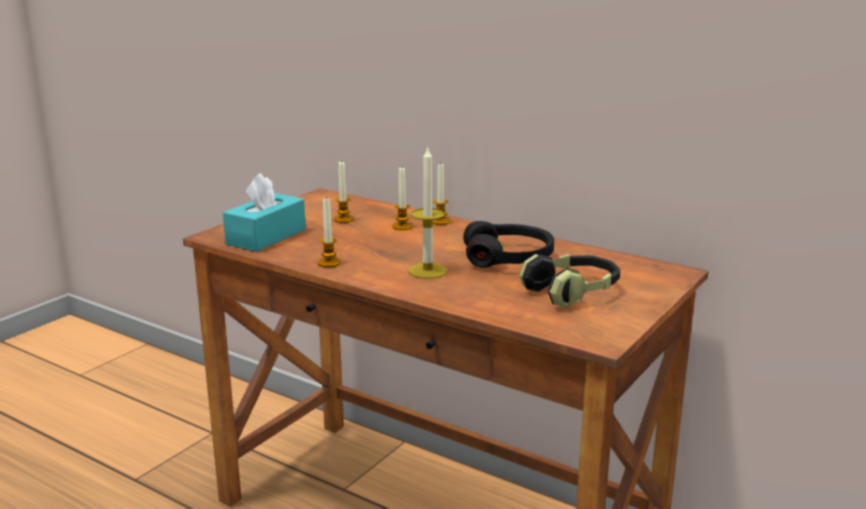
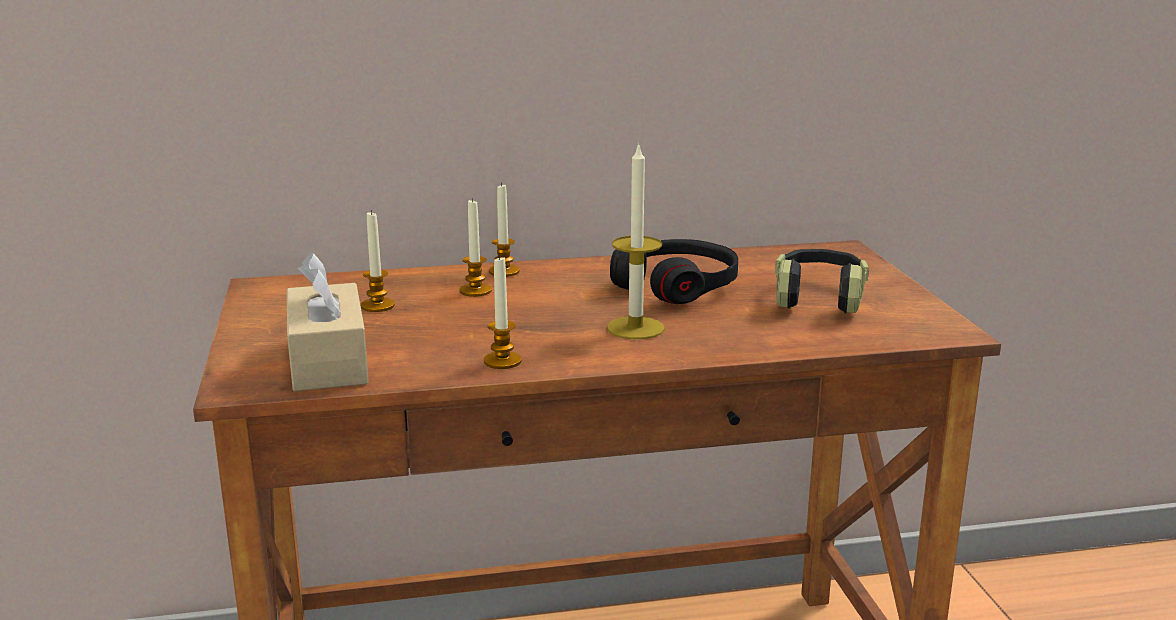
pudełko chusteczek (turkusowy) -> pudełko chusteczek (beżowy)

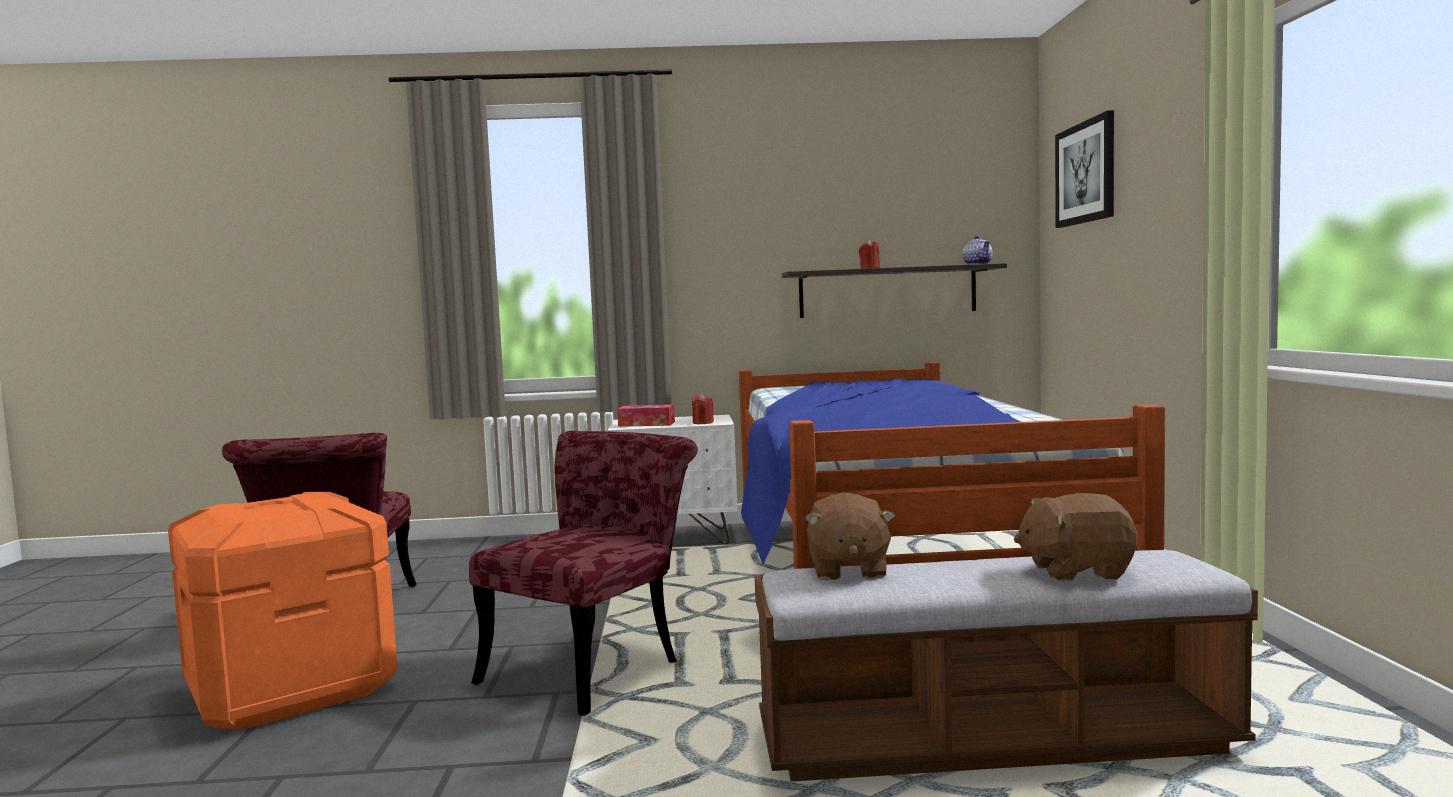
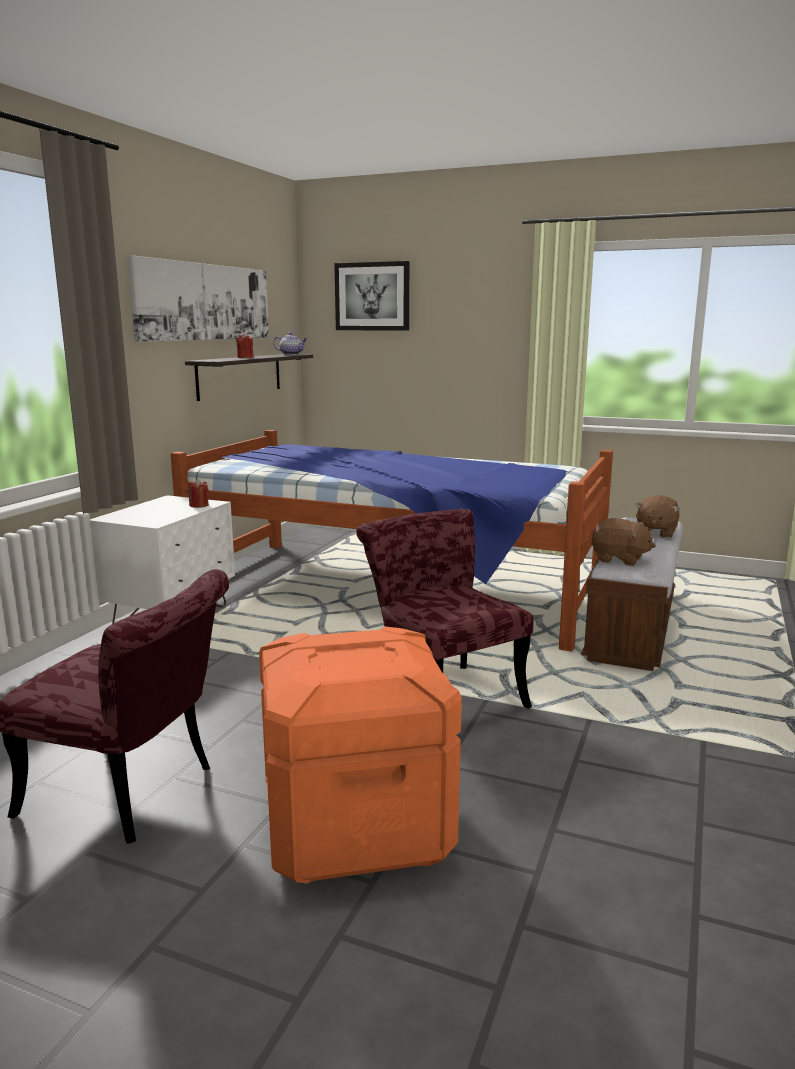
pudełko chusteczek -> none
none -> obraz (no. 1 from left)

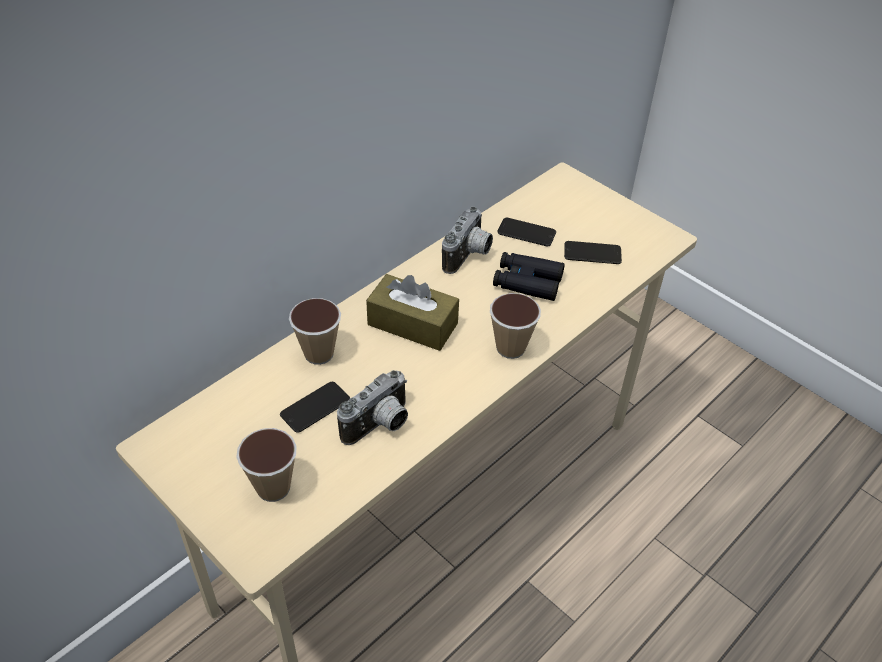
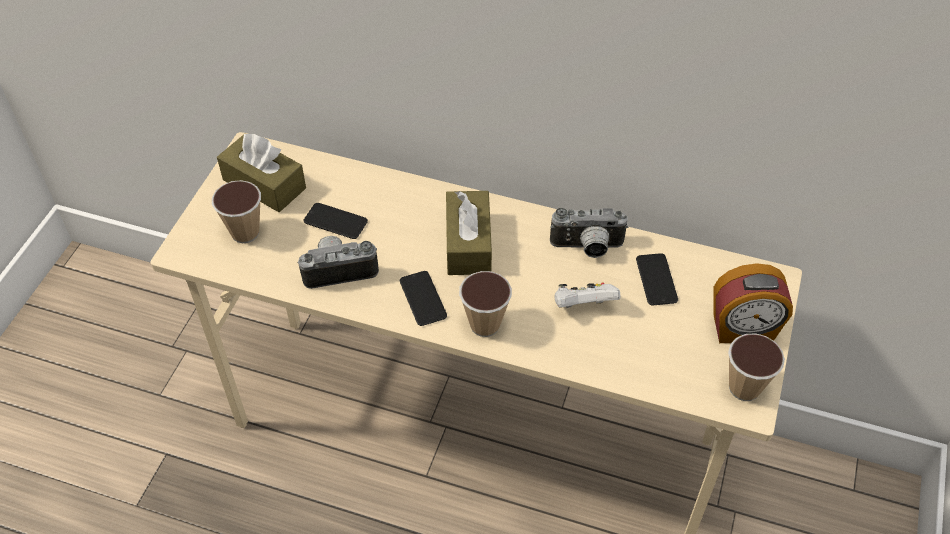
none -> pudełko chusteczek (brązowy) (no. 1 from left)
none -> budzik
filiżanka (no. 2 from left in the first image) -> filiżanka (no. 3 from left), shifted
telefon (no. 3 from left in the first image) -> telefon (no. 2 from left), shifted
lornetka (czarny) -> pad do gier (biały)
aparat fotograficzny (no. 1 from left), 150 degrees clockwise

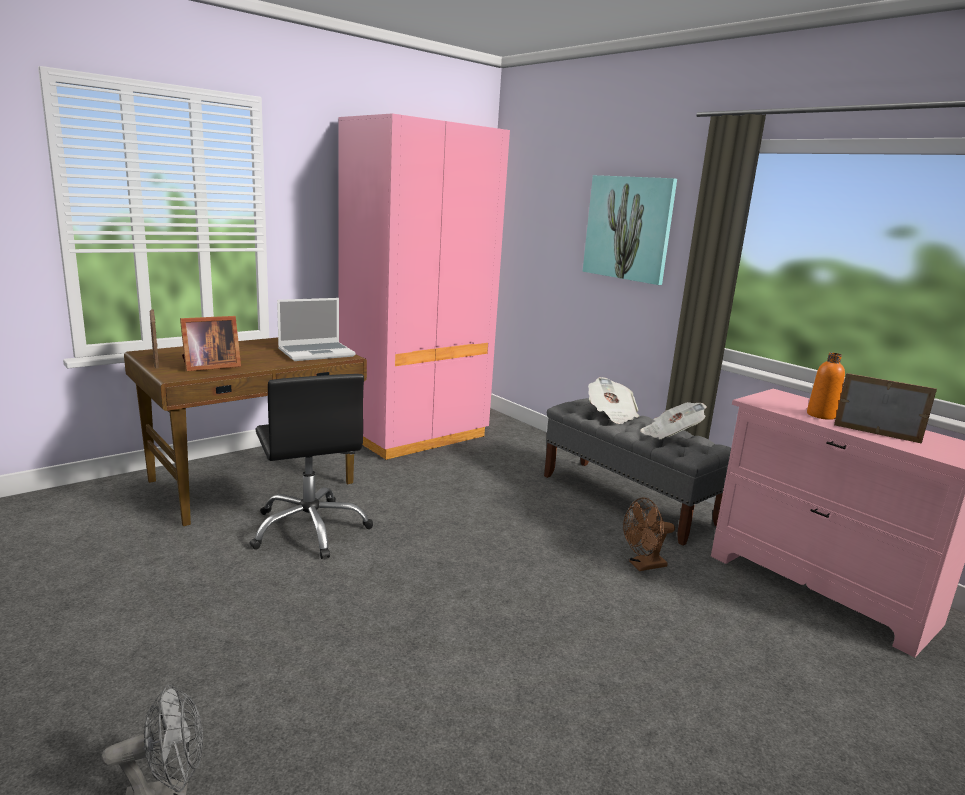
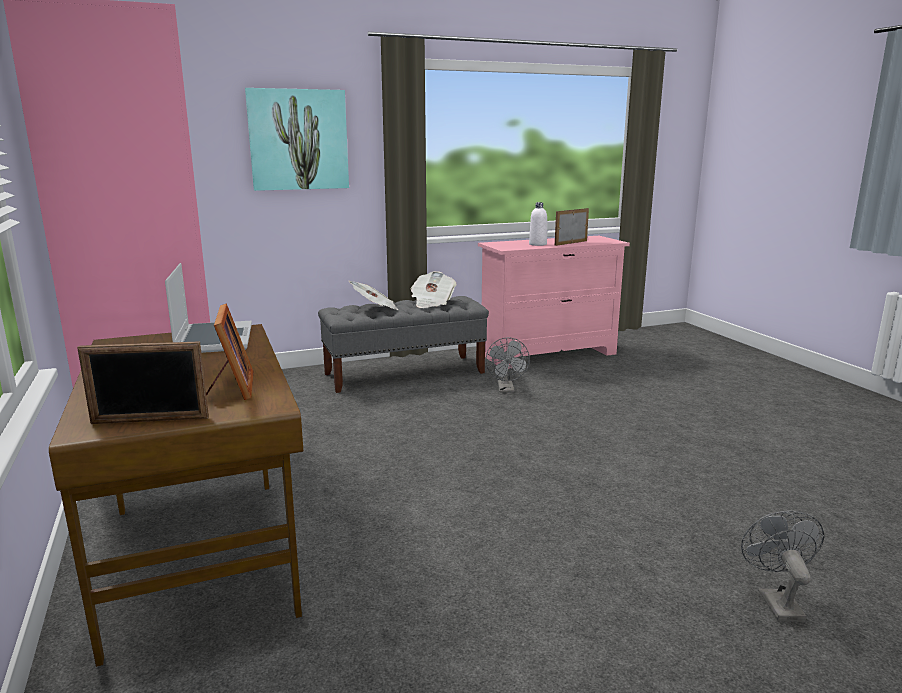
krzesło biurowe (czarny) -> none
wentylator (brązowy) -> wentylator (szary) (no. 1 from left)
butelka (pomarańczowy) -> butelka (biały)

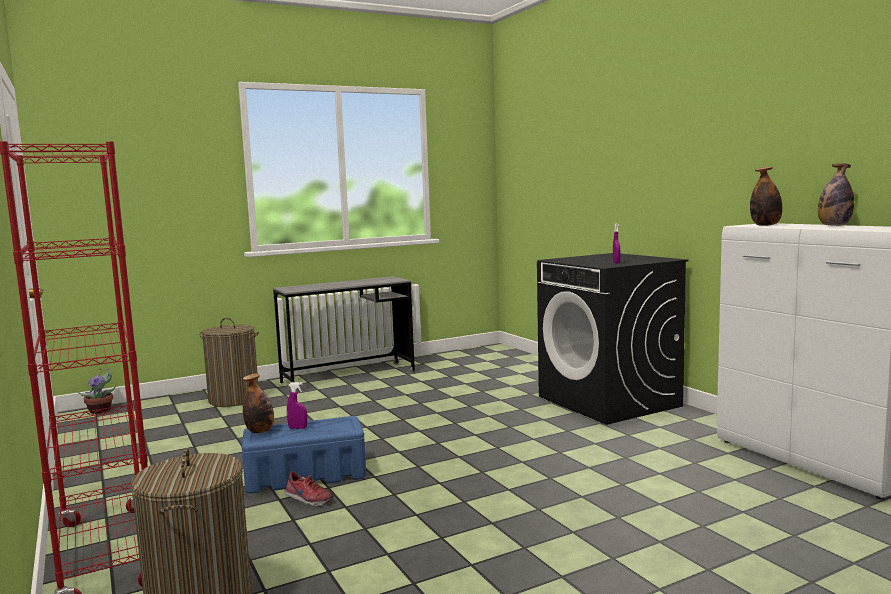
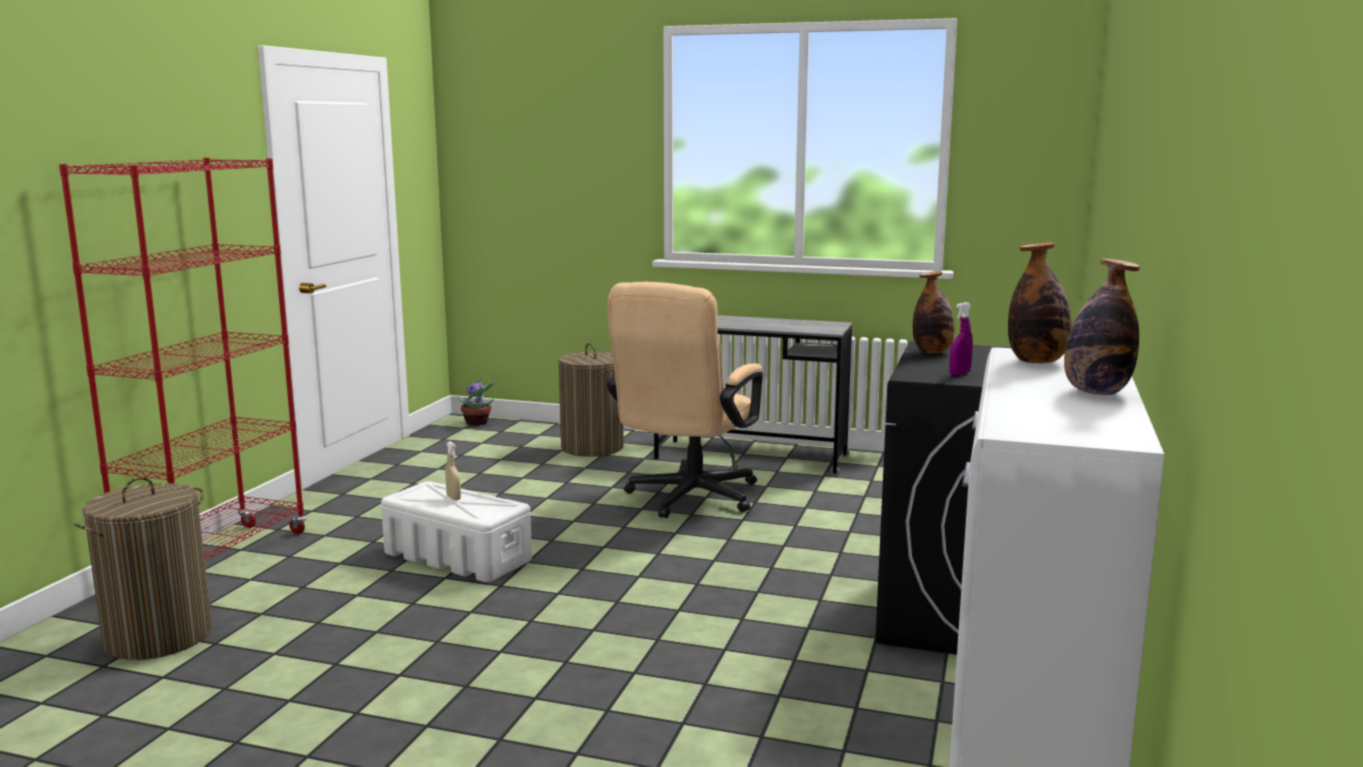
but -> none
none -> krzesło biurowe (beżowy)
butelka (no. 1 from left), shifted
pojemnik do przechowywania (niebieski) -> pojemnik do przechowywania (biały)
spryskiwacz (fioletowy) (no. 1 from left) -> spryskiwacz (beżowy)

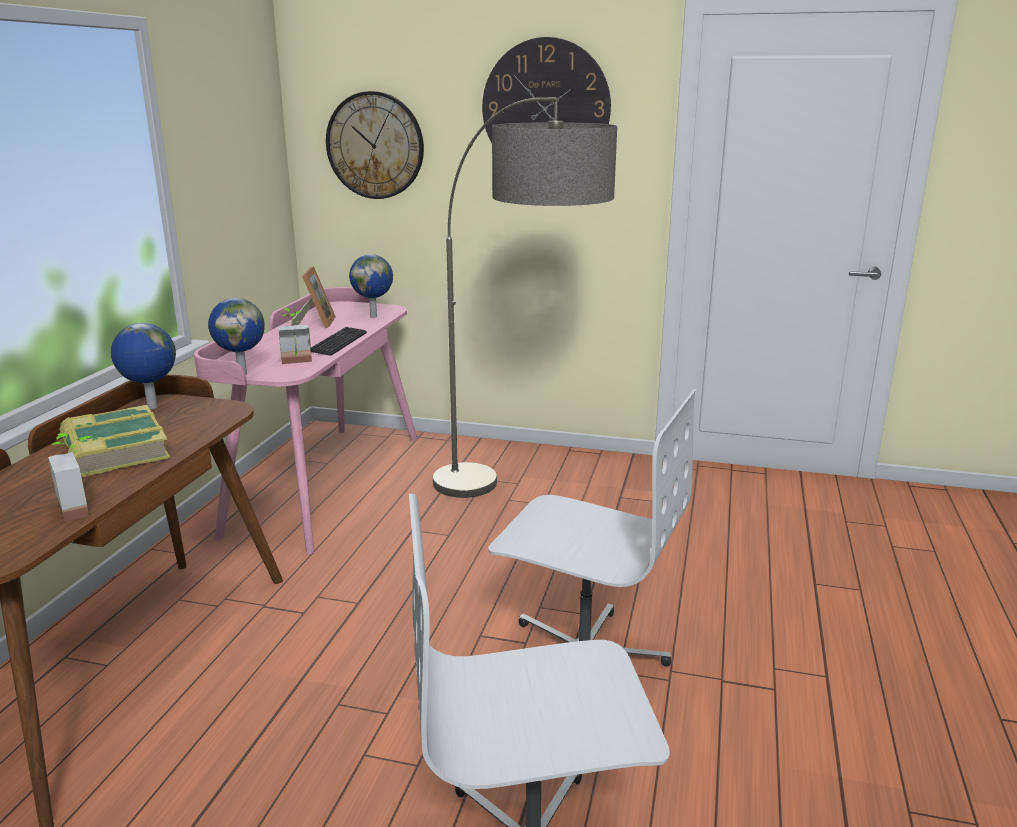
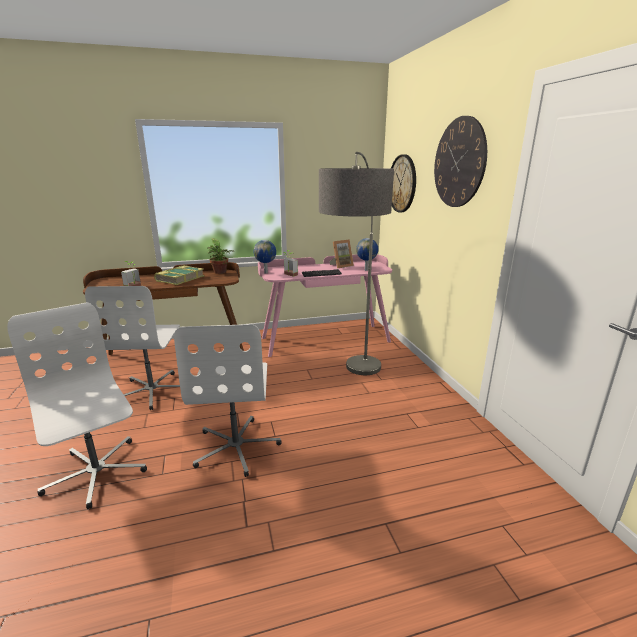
none -> krzesło biurowe (biały) (no. 2 from left)
globus (no. 1 from left) -> roślina doniczkowa (no. 2 from left)

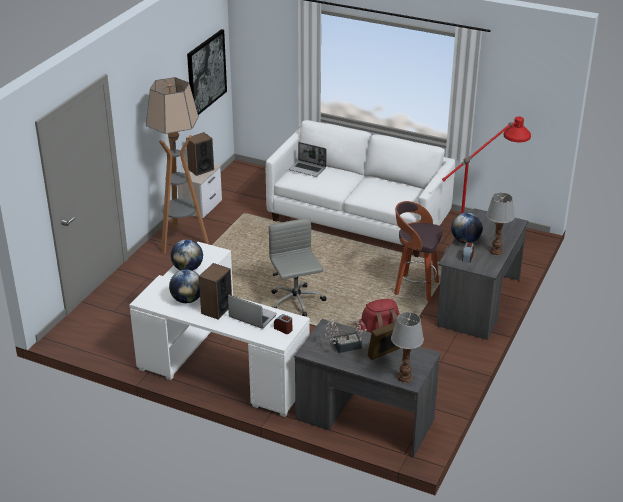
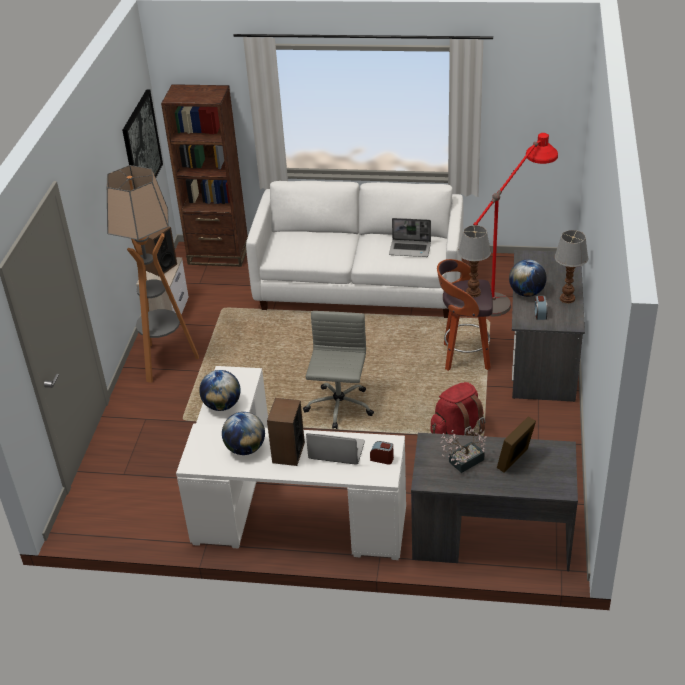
none -> regał (brązowy)
laptop (no. 2 from left), shifted
lampa stołowa (no. 1 from left), shifted
krzesło biurowe (szary), 45 degrees clockwise

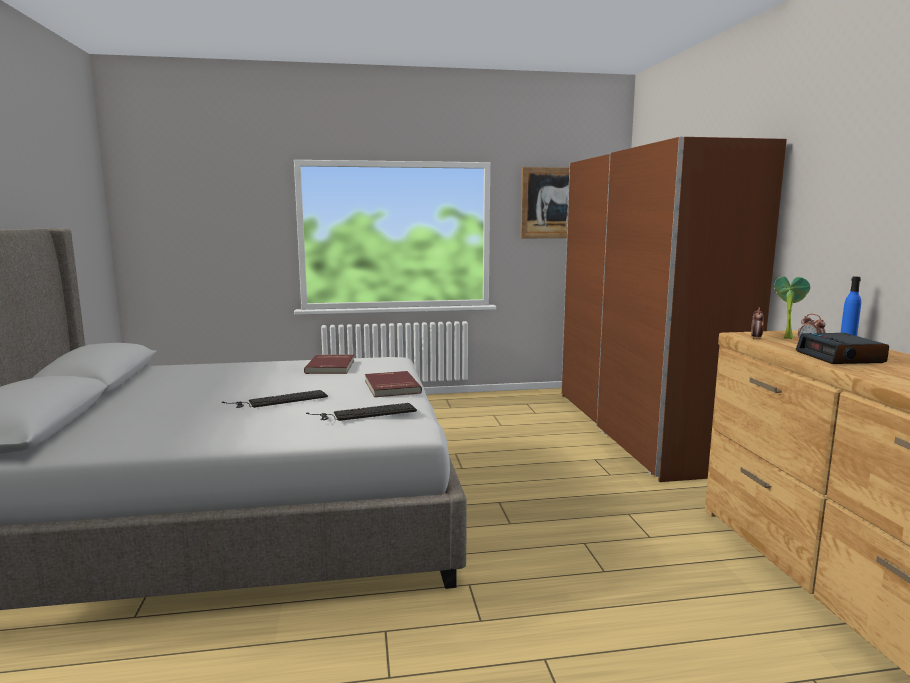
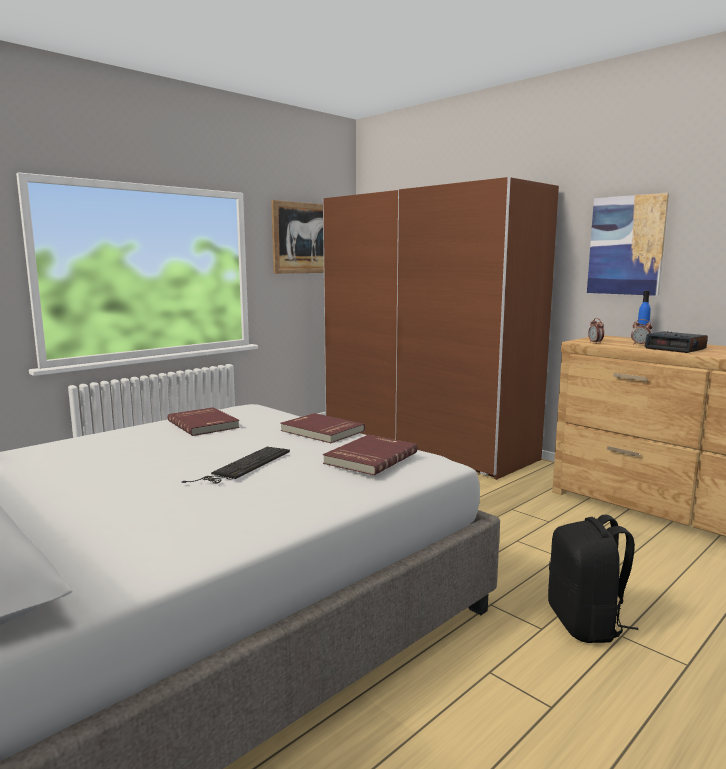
roślina doniczkowa -> none
none -> plecak (czarny)
none -> obraz (no. 2 from left)
klawiatura (no. 2 from left) -> książka (czerwony) (no. 3 from left)

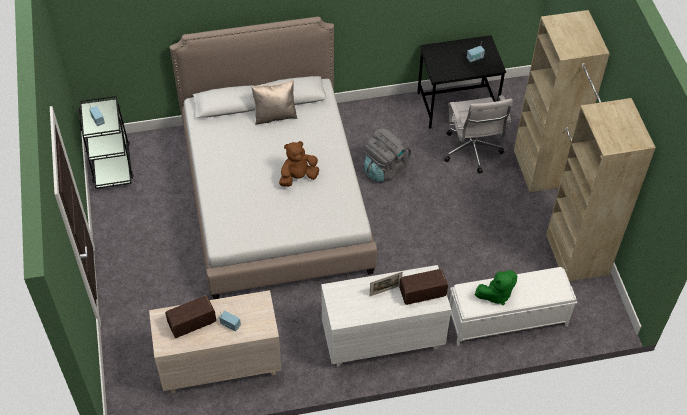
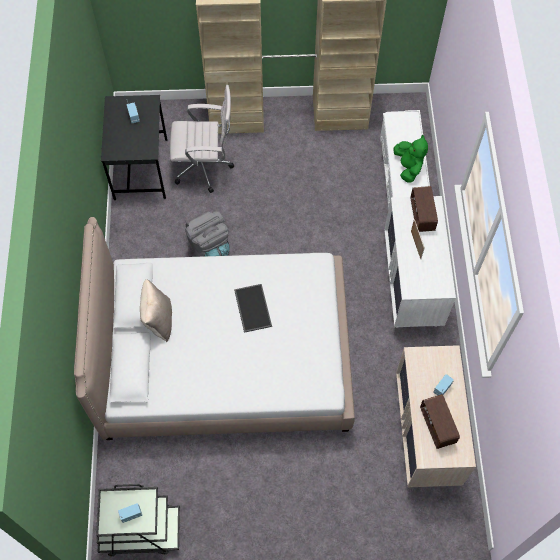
pluszak (brązowy) -> taca

